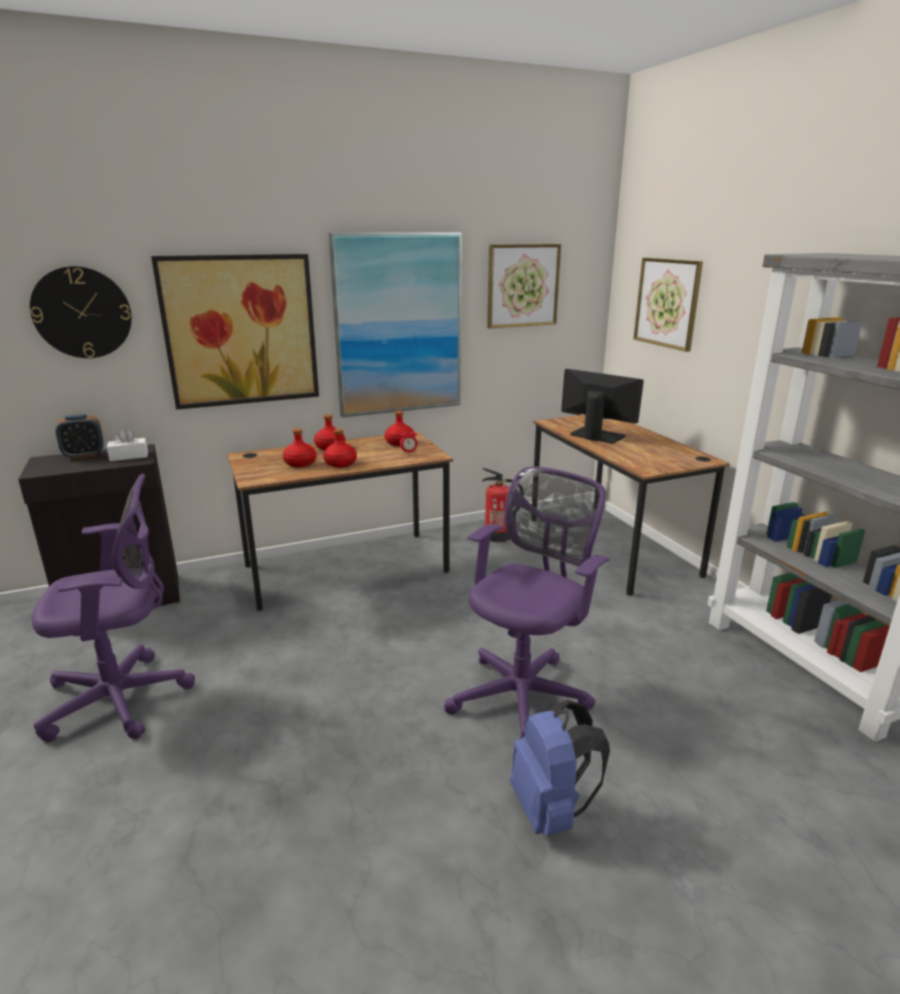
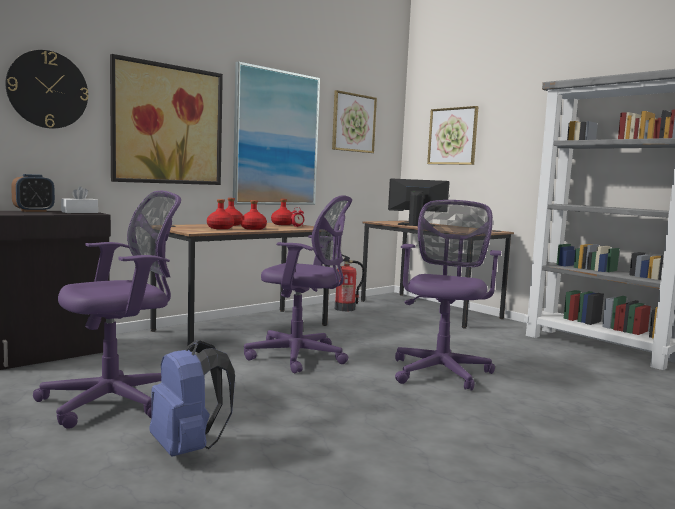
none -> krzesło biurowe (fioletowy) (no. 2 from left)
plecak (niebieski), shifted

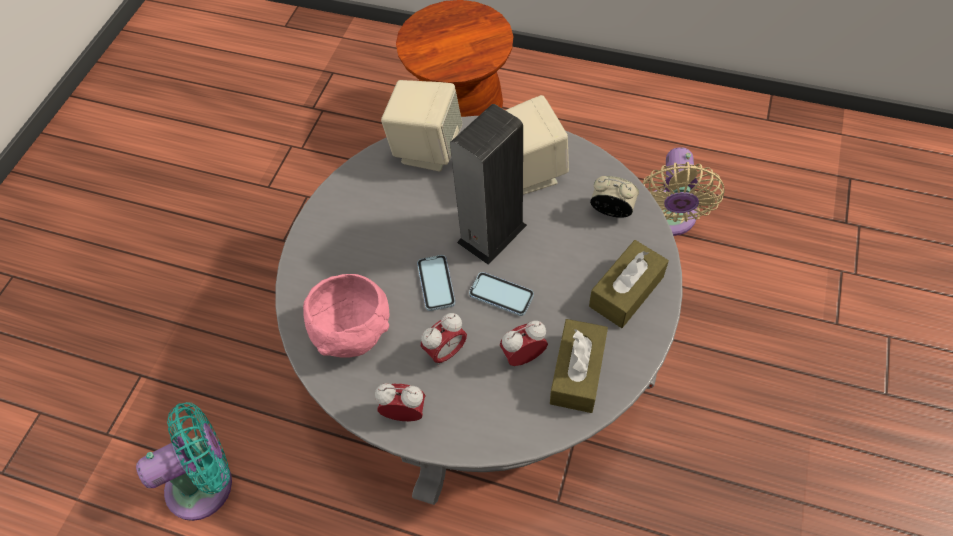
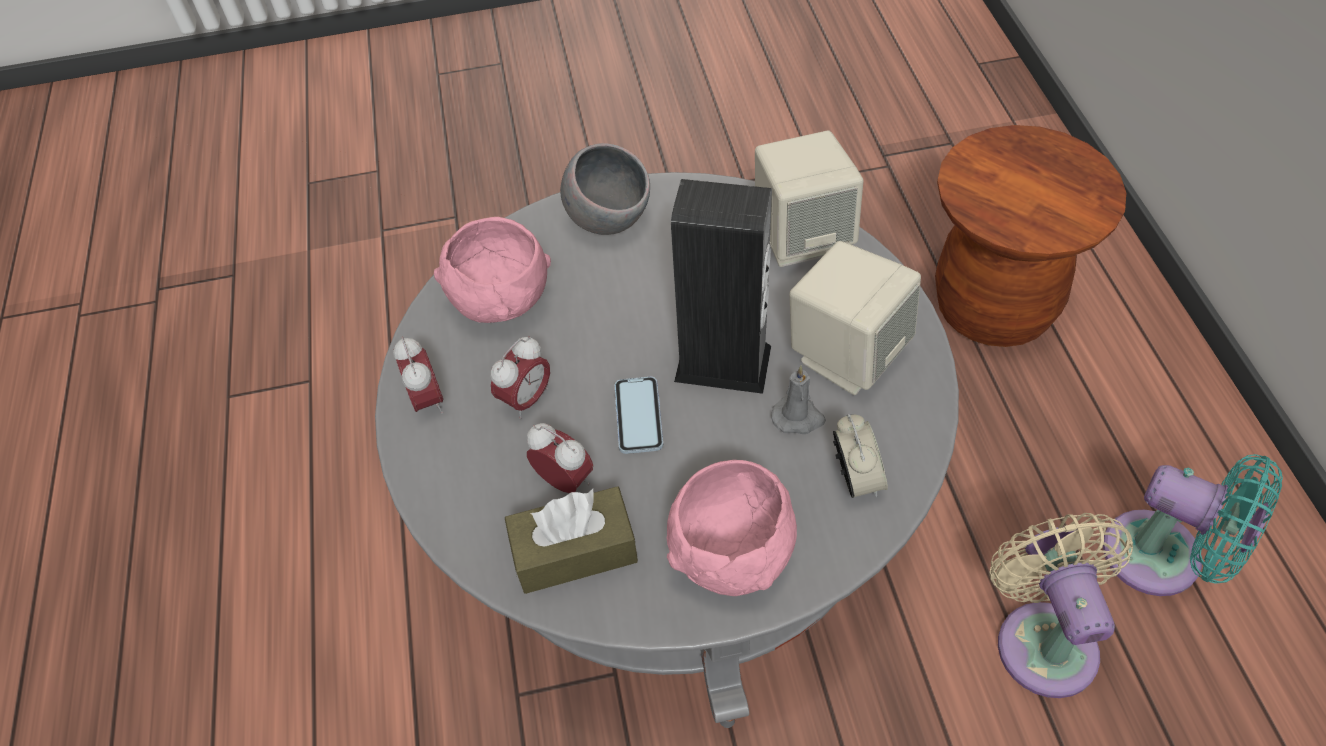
telefon (no. 1 from left) -> none
none -> miska (szary)
none -> świeca (szary)
wentylator (turkusowy), shifted
pudełko chusteczek (brązowy) (no. 2 from left) -> miska (różowy) (no. 2 from left)
budzik (no. 2 from left), 75 degrees counterclockwise
wentylator (beżowy), 105 degrees clockwise

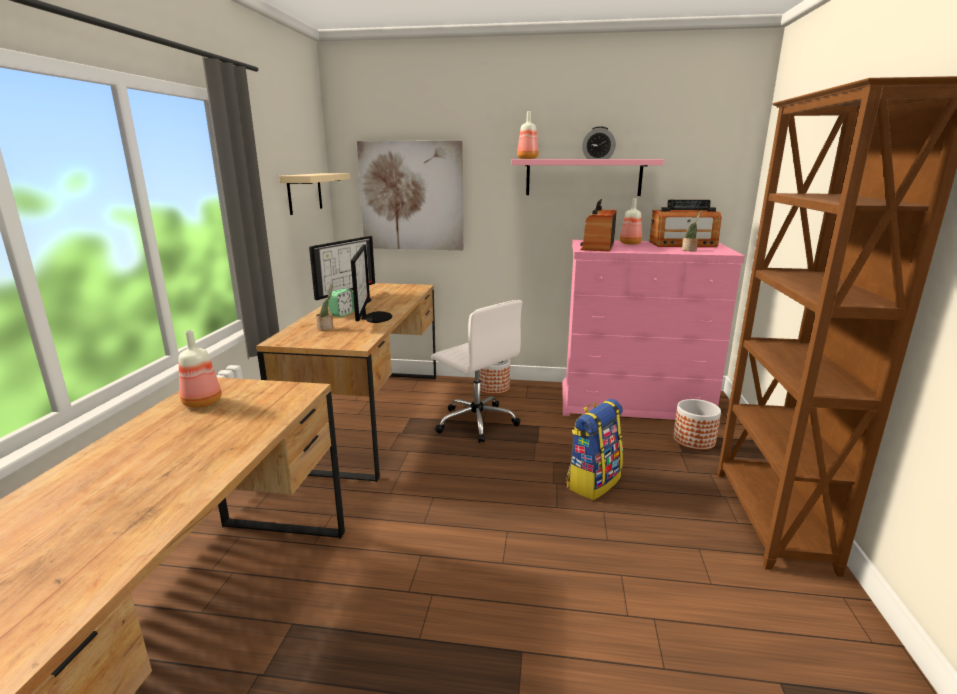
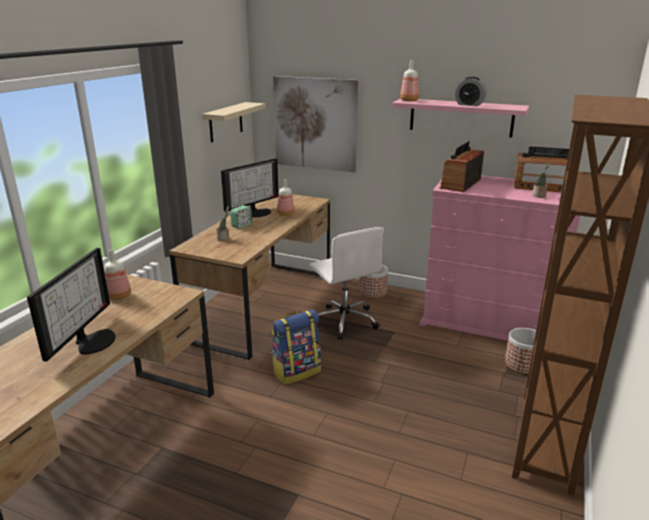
monitor (no. 2 from left in the first image) -> monitor (no. 1 from left), shifted
plecak, shifted
butelka (no. 3 from left in the first image) -> butelka (no. 2 from left), shifted

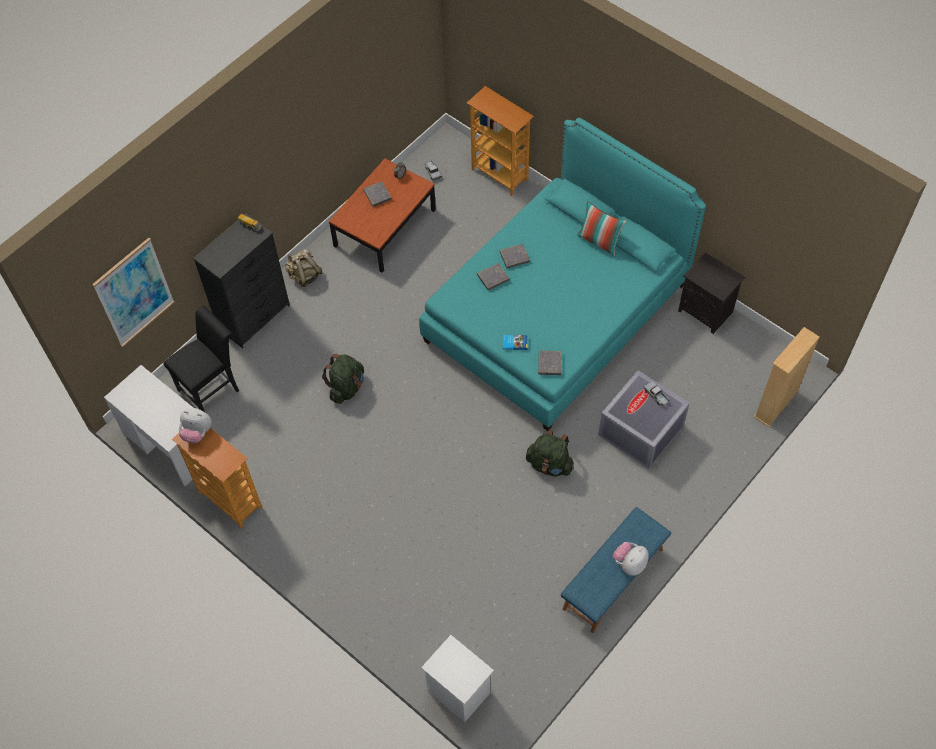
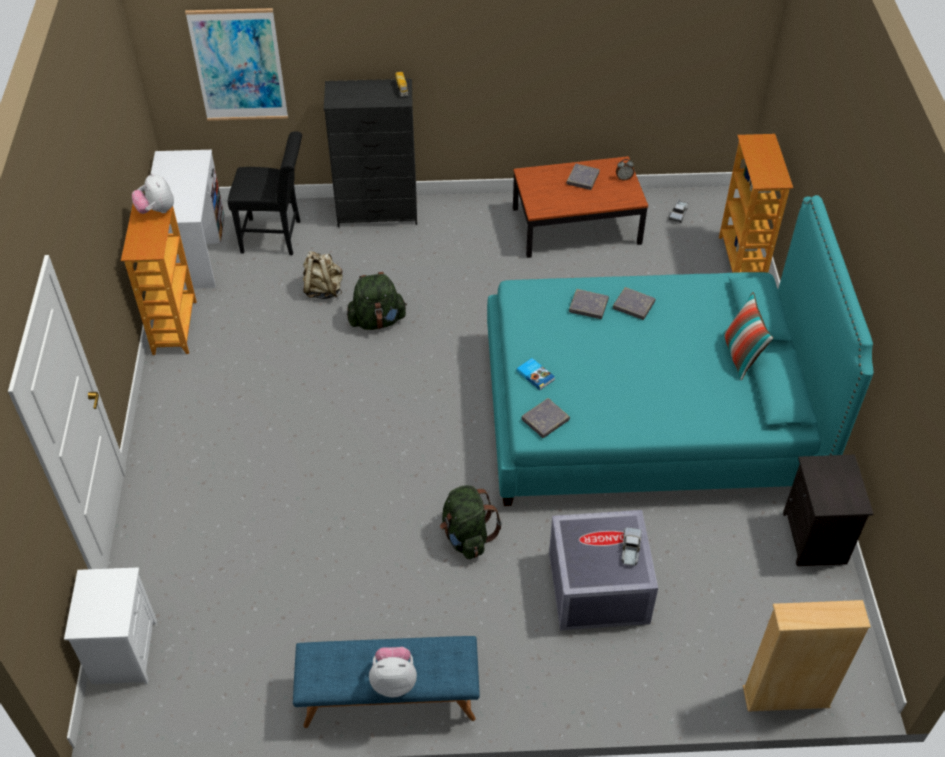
plecak (beżowy), shifted

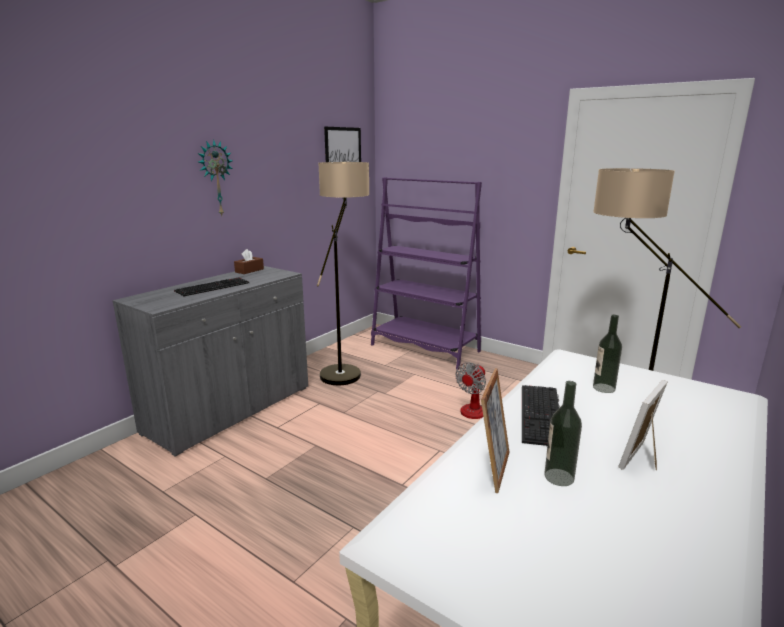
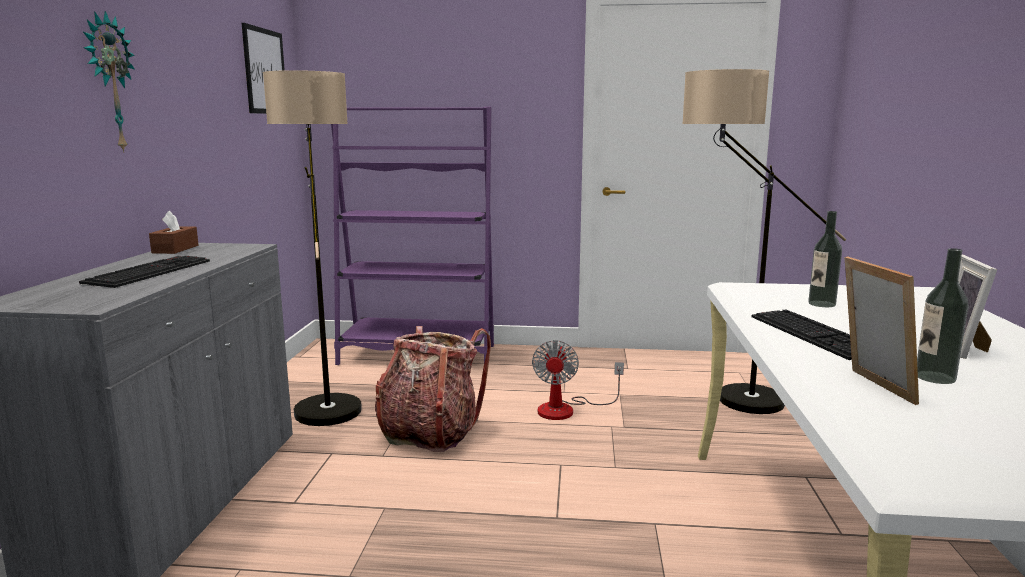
none -> plecak

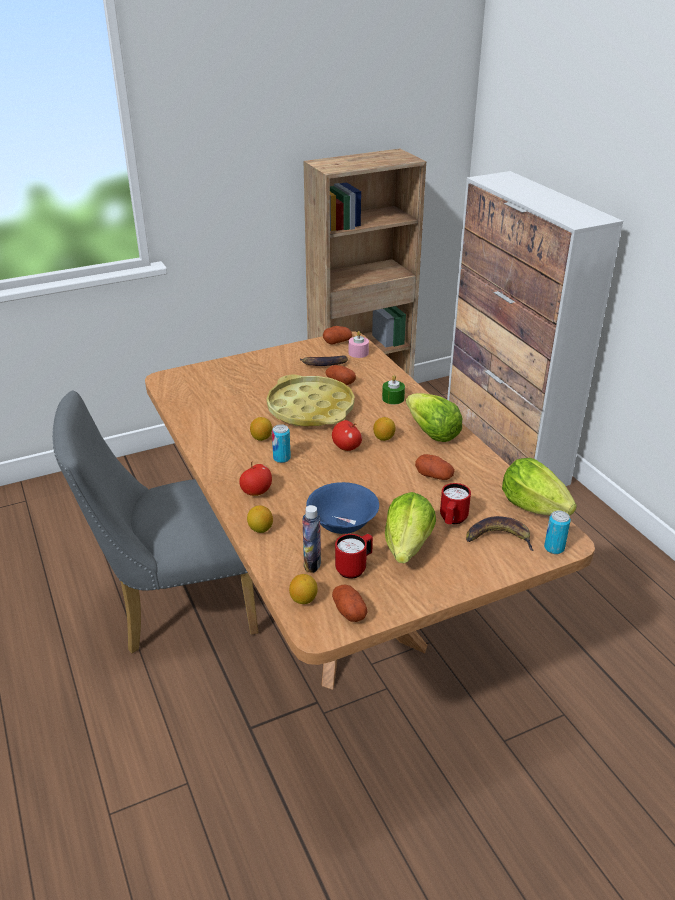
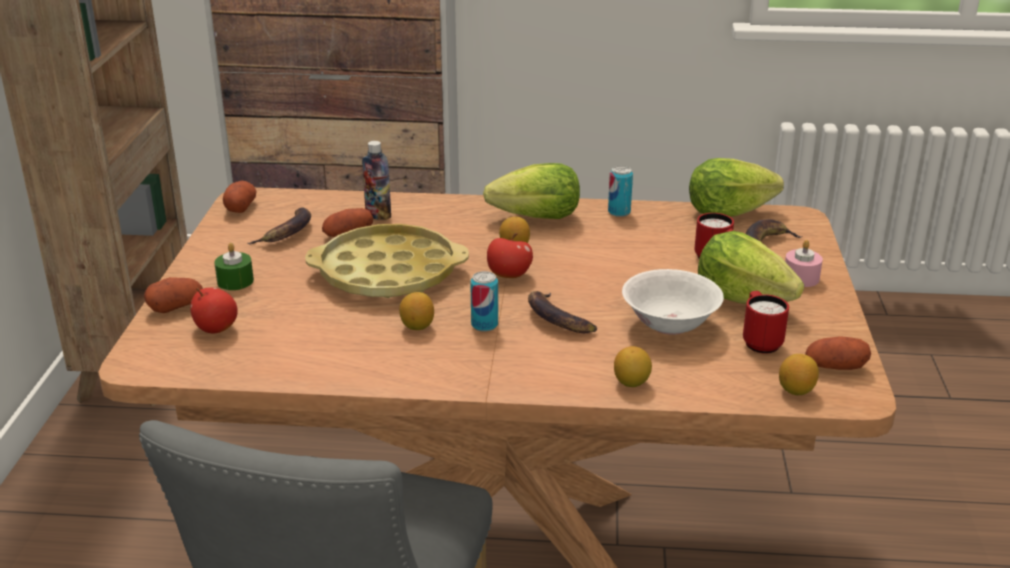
none -> banan (no. 2 from left)
jabłko (no. 1 from left), shifted
butelka, shifted
świeca (różowy), shifted
świeca (zielony), shifted
ziemniak (no. 4 from left in the first image) -> ziemniak (no. 1 from left), shifted
puszka (no. 2 from left), shifted
miska (niebieski) -> miska (biały)

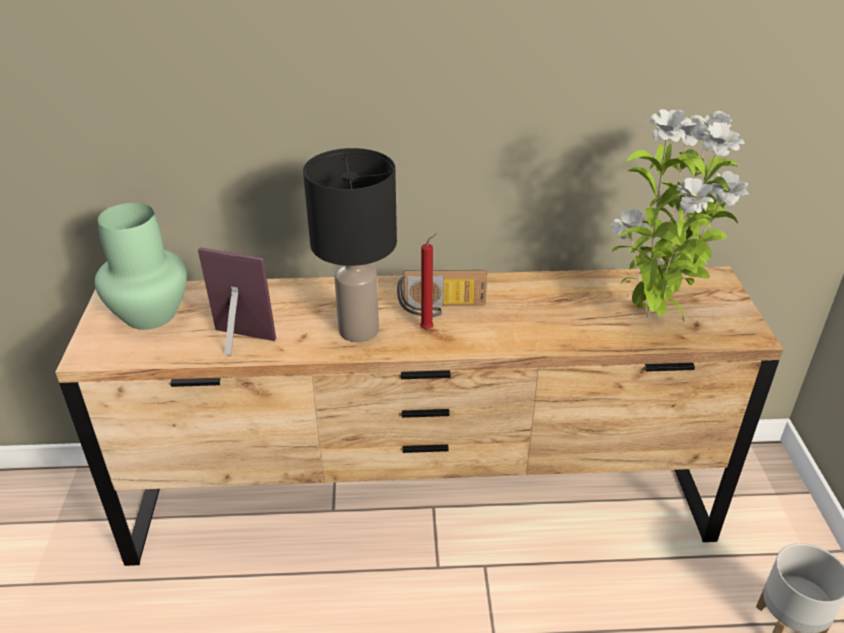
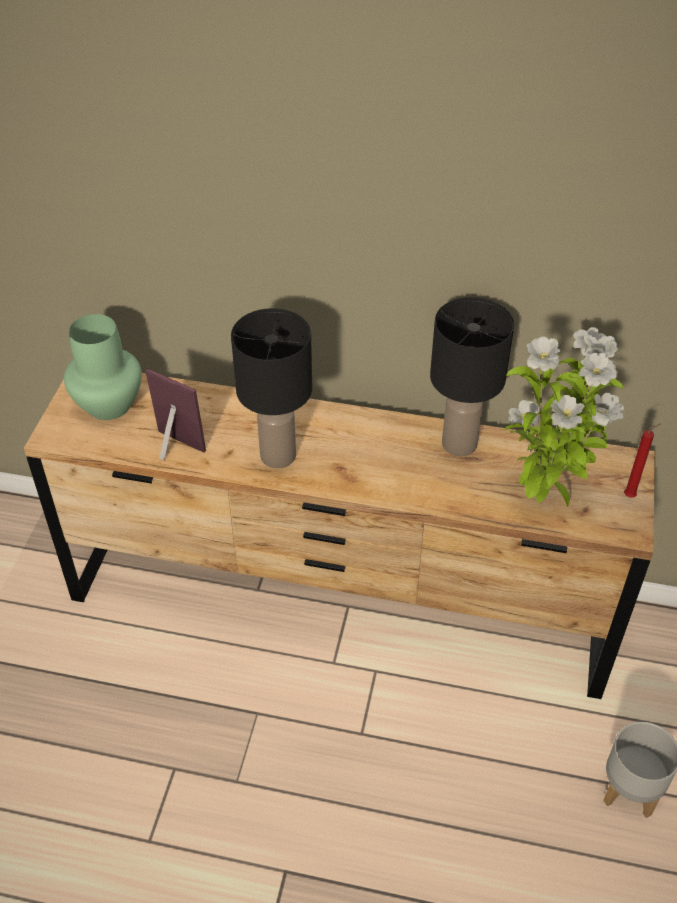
radio -> none
none -> lampa stołowa (czarny) (no. 2 from left)
świeca (czerwony), shifted

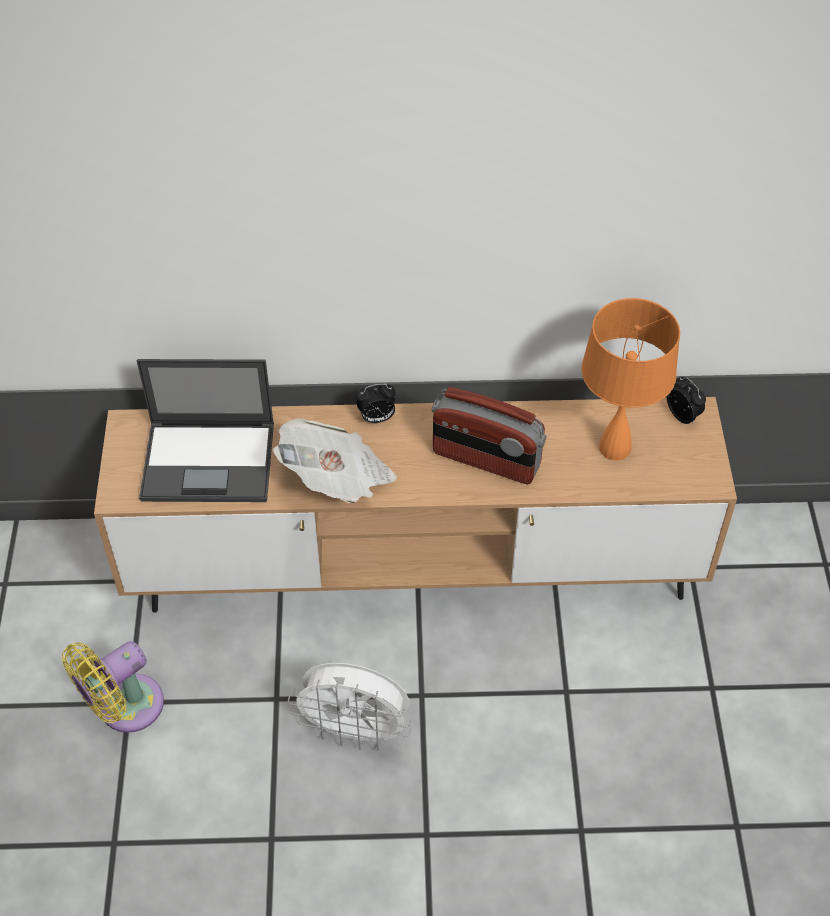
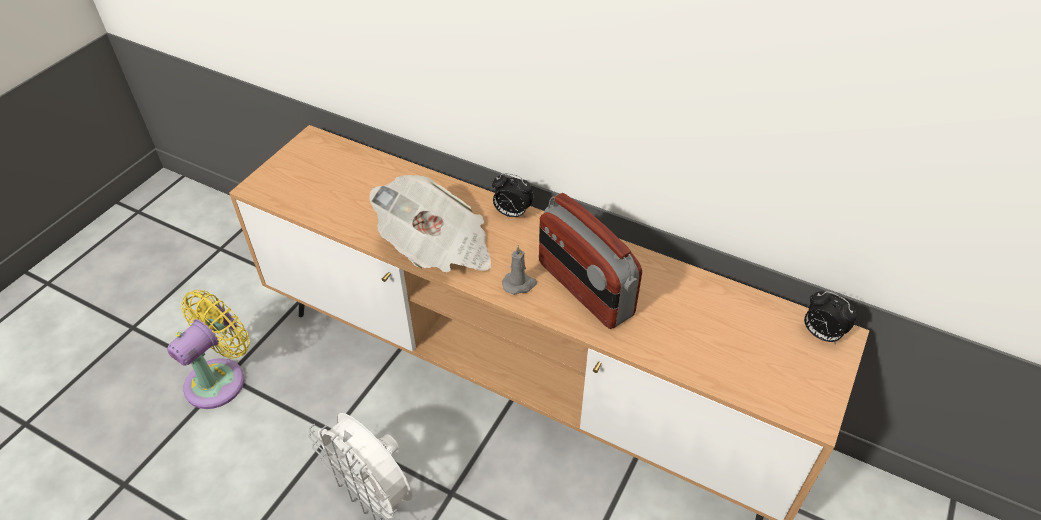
laptop -> none
lampa stołowa (pomarańczowy) -> none
none -> świeca (szary)
wentylator (żółty), 135 degrees clockwise
budzik (no. 2 from left), 135 degrees clockwise

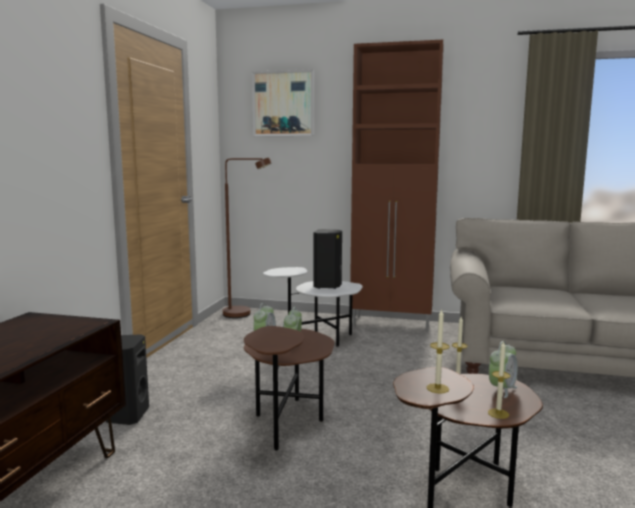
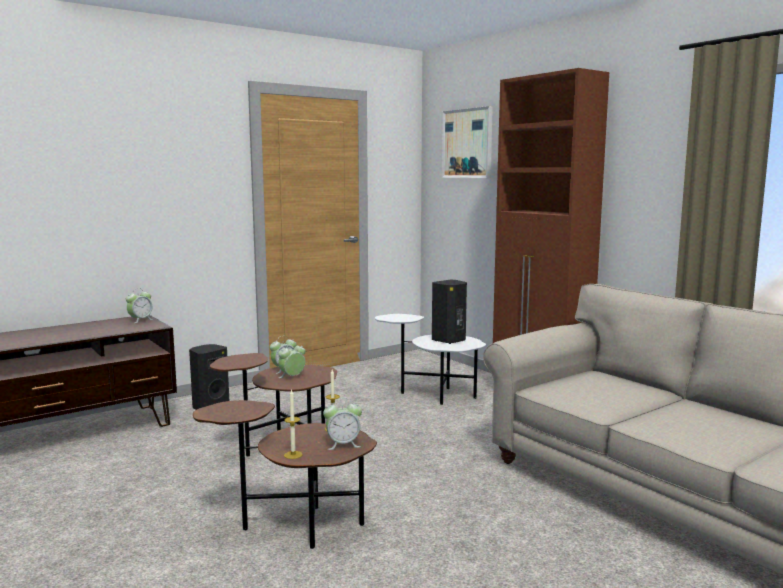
lampa stojąca (brązowy) -> none
świeca (no. 1 from left) -> none
none -> budzik (no. 1 from left)

